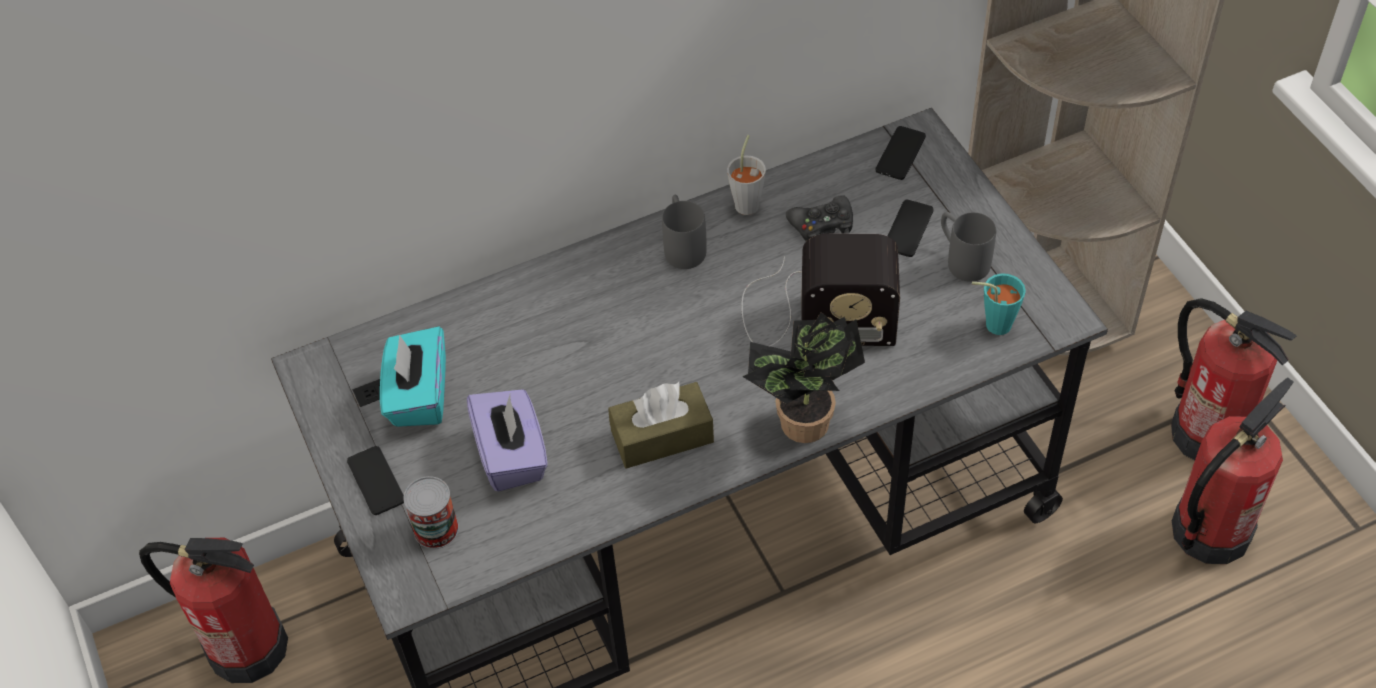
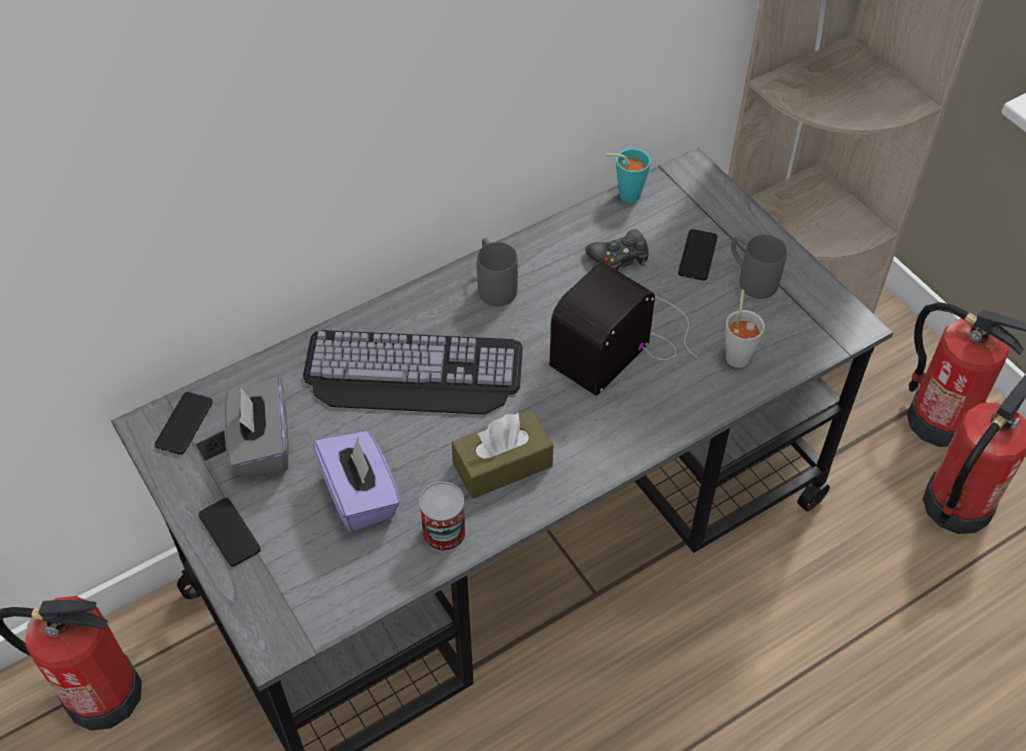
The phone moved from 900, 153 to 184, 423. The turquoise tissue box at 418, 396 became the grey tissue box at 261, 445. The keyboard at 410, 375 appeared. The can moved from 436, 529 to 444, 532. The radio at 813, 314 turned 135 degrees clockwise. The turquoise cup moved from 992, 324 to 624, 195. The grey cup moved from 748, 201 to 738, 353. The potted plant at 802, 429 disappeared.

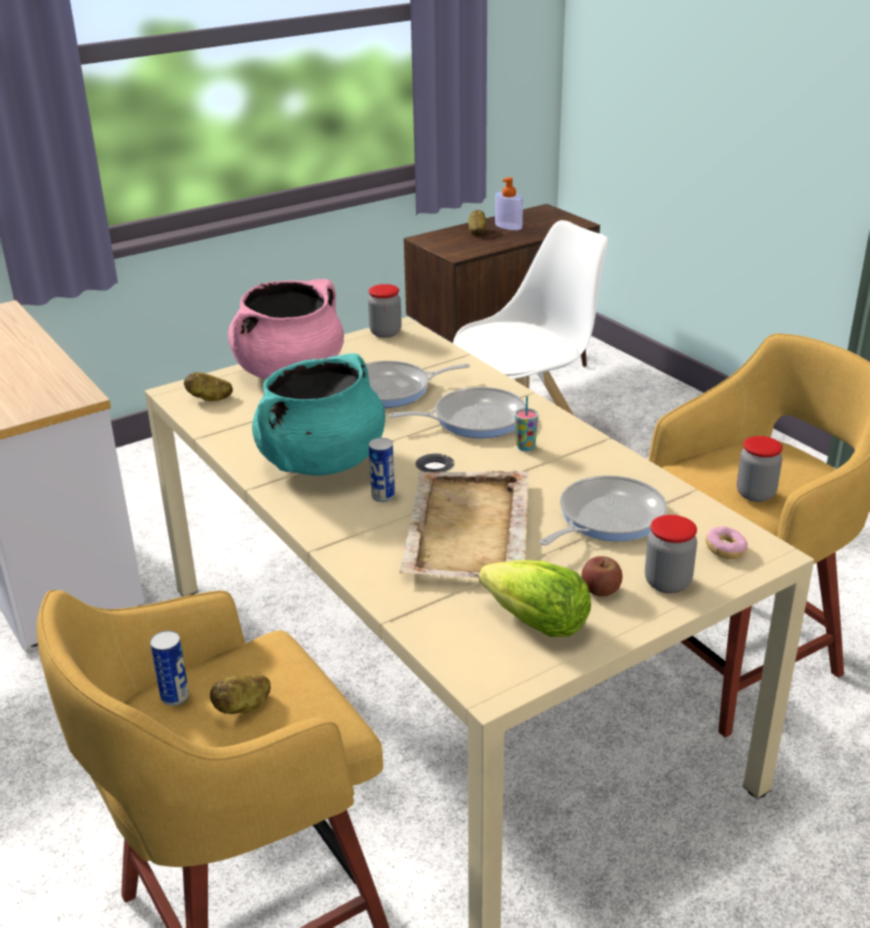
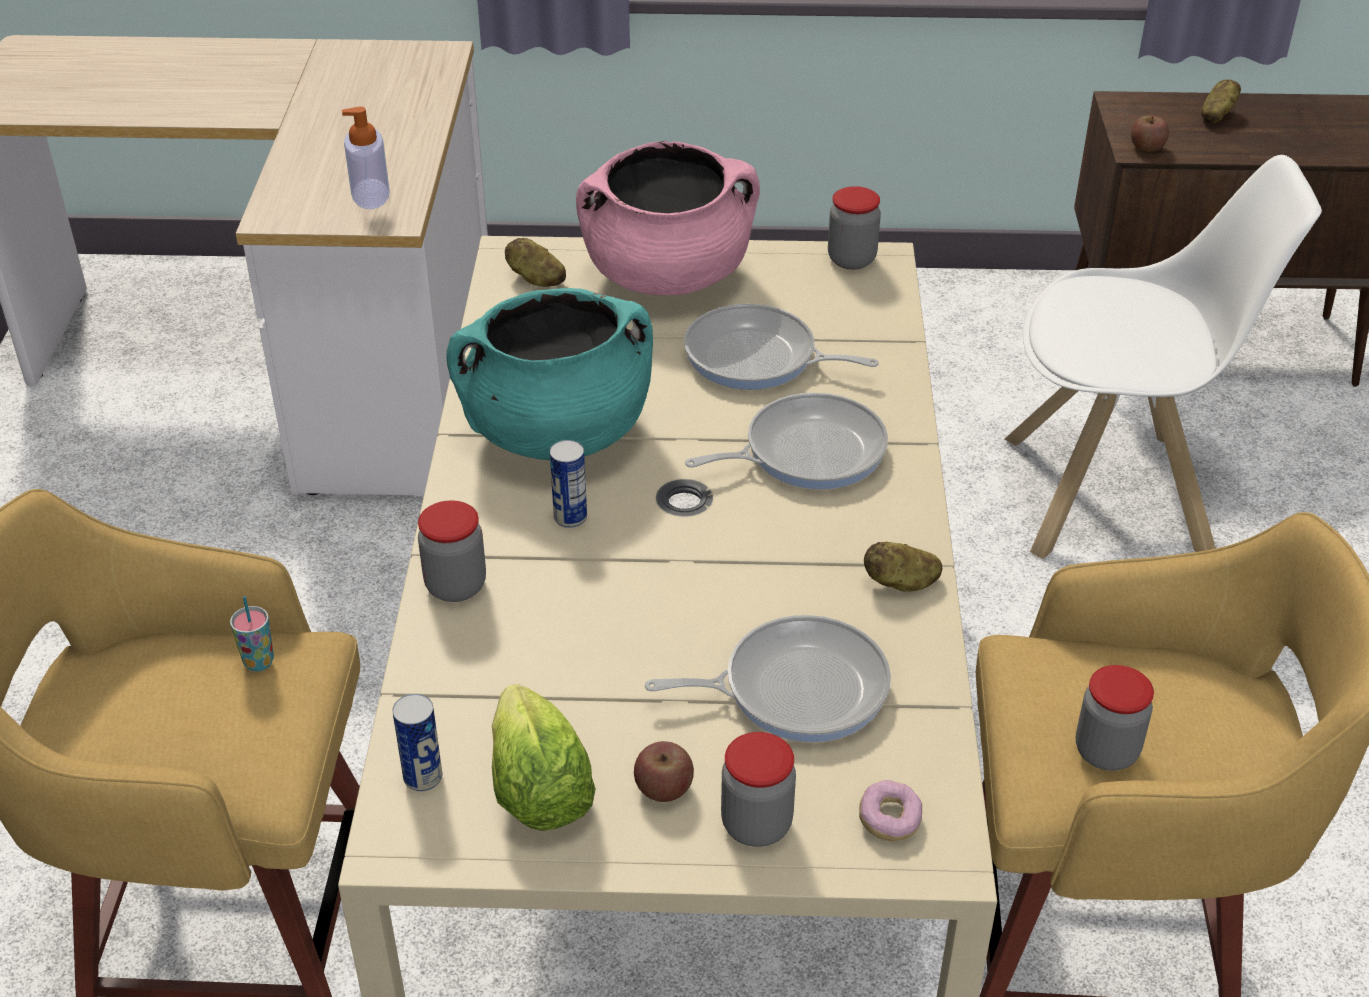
The cup moved from 525, 447 to 259, 662. The soap dispenser moved from 508, 226 to 370, 194. The can moved from 175, 697 to 423, 777. The jar at 456, 586 appeared. The frying pan at 474, 419 turned 45 degrees counterclockwise. The potato moved from 243, 707 to 901, 583. The apple at 1147, 147 appeared. The beige tray at 467, 530 disappeared.

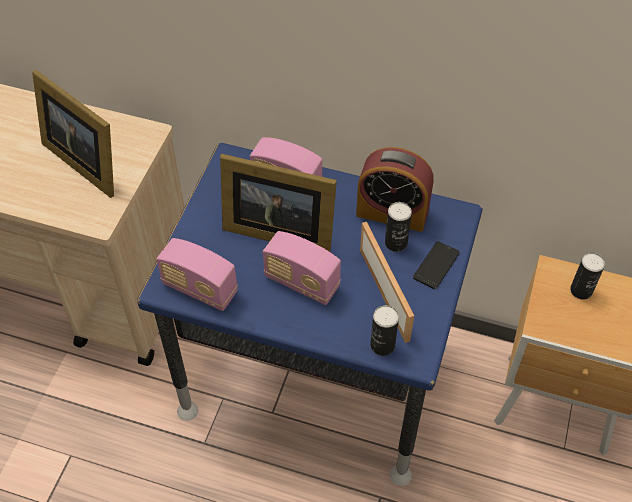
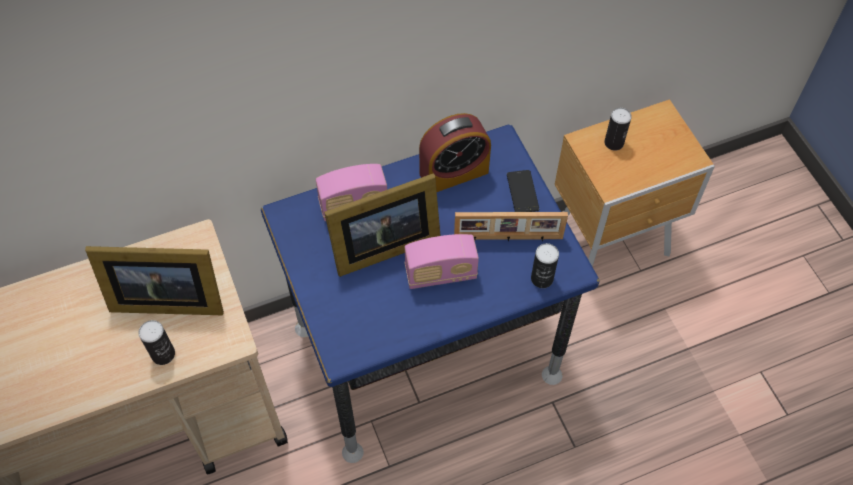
The can moved from 396, 243 to 163, 354. The picture frame at 385, 294 turned 150 degrees clockwise. The radio at 200, 289 disappeared.

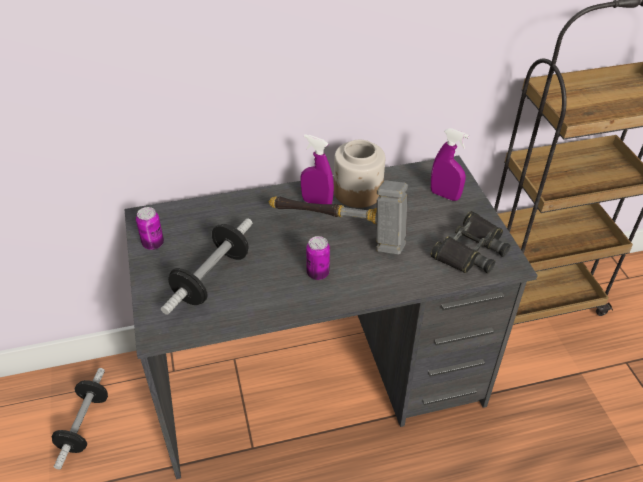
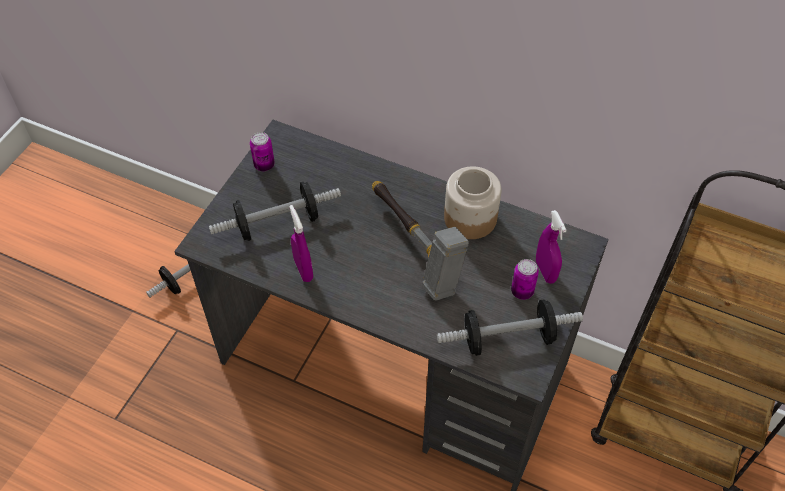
The purple spray bottle moved from 316, 203 to 303, 270. The black binoculars at 470, 250 was replaced by the dumbbell at 507, 338. The can moved from 318, 273 to 522, 291.

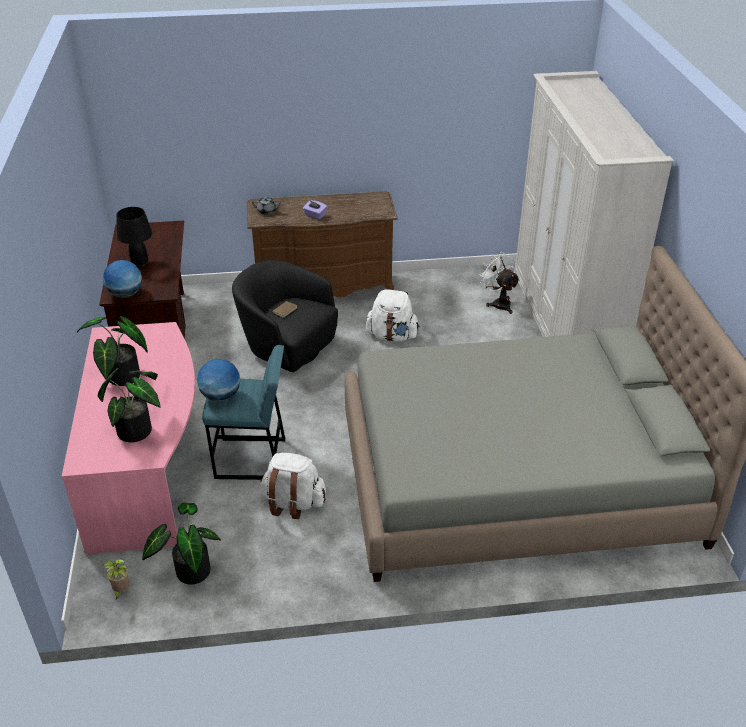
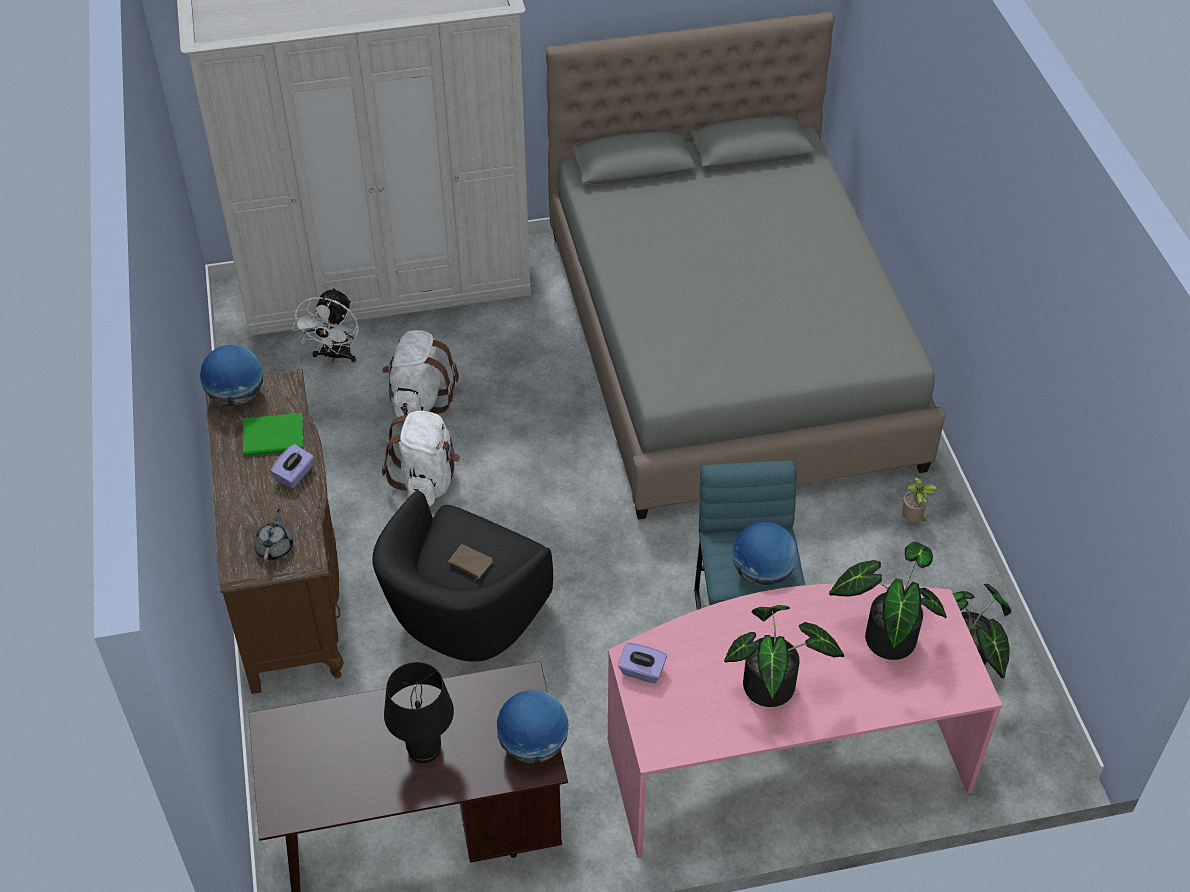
The globe at 237, 396 appeared. The green book at 275, 437 appeared. The white fan at 499, 303 turned 45 degrees counterclockwise. The white backpack moved from 293, 503 to 419, 400. The purple tissue box at 641, 671 appeared. The potted plant moved from 121, 591 to 912, 520.

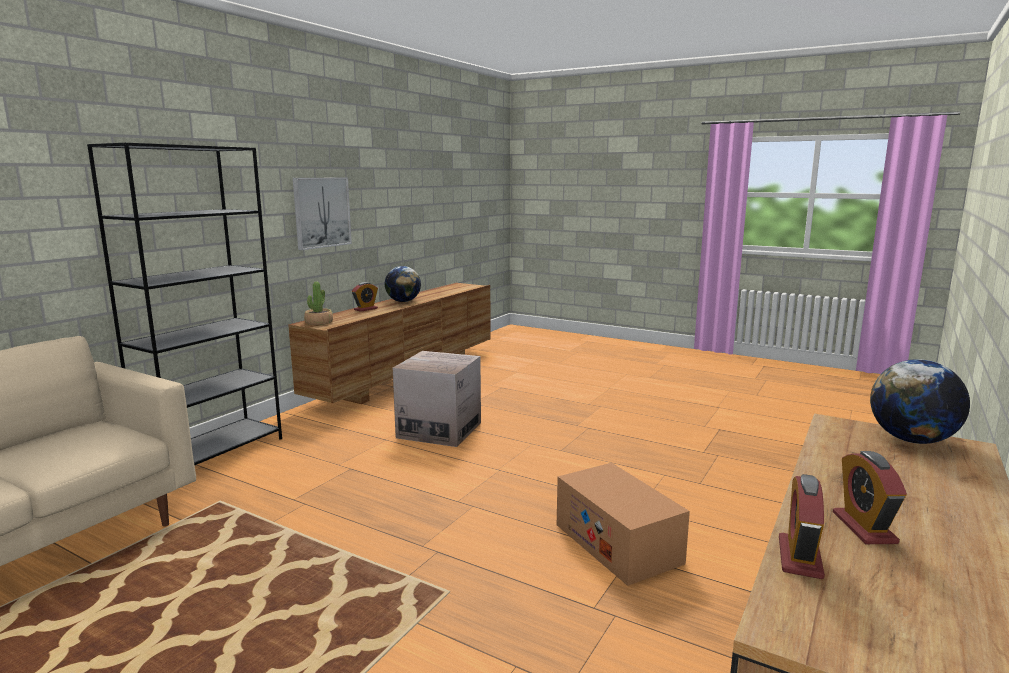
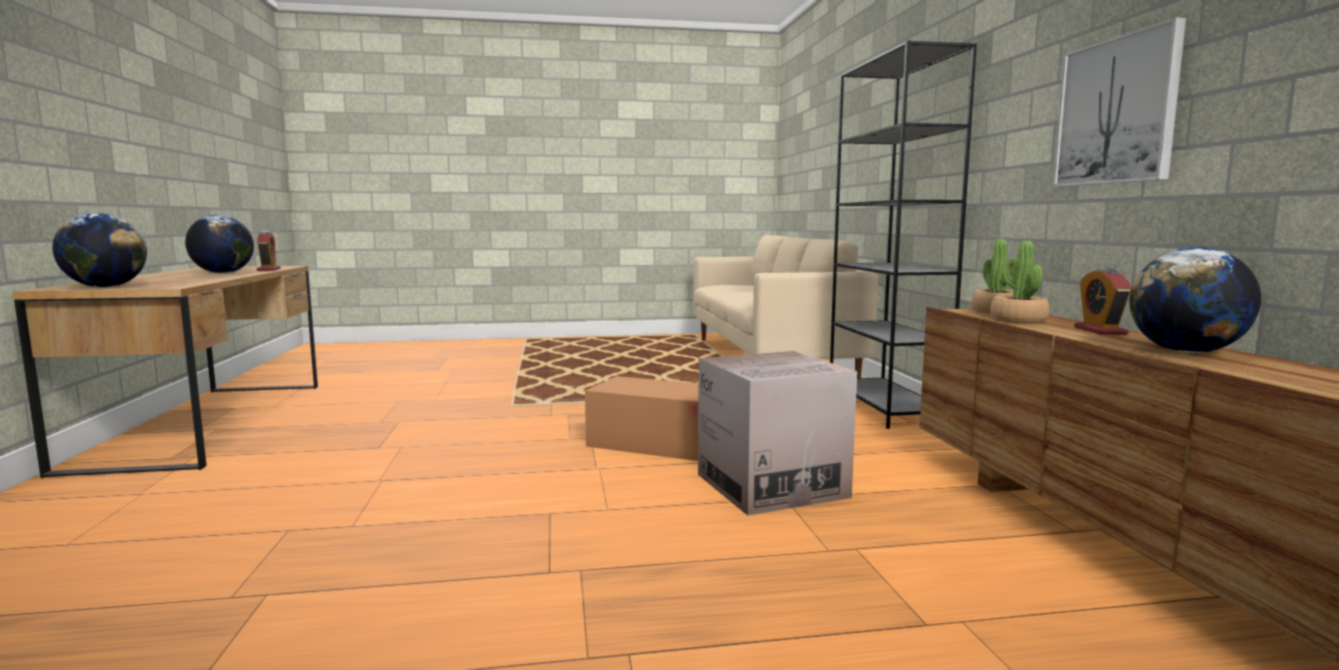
The alarm clock at 864, 528 was replaced by the globe at 223, 273. The cardboard box moved from 617, 543 to 655, 443. The potted plant at 1018, 320 appeared.

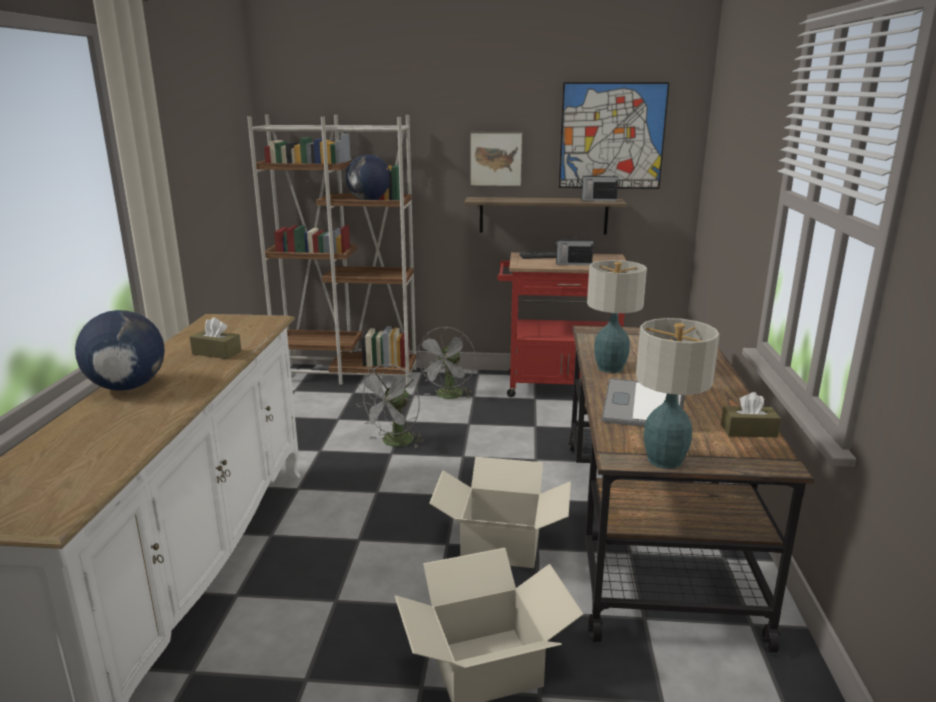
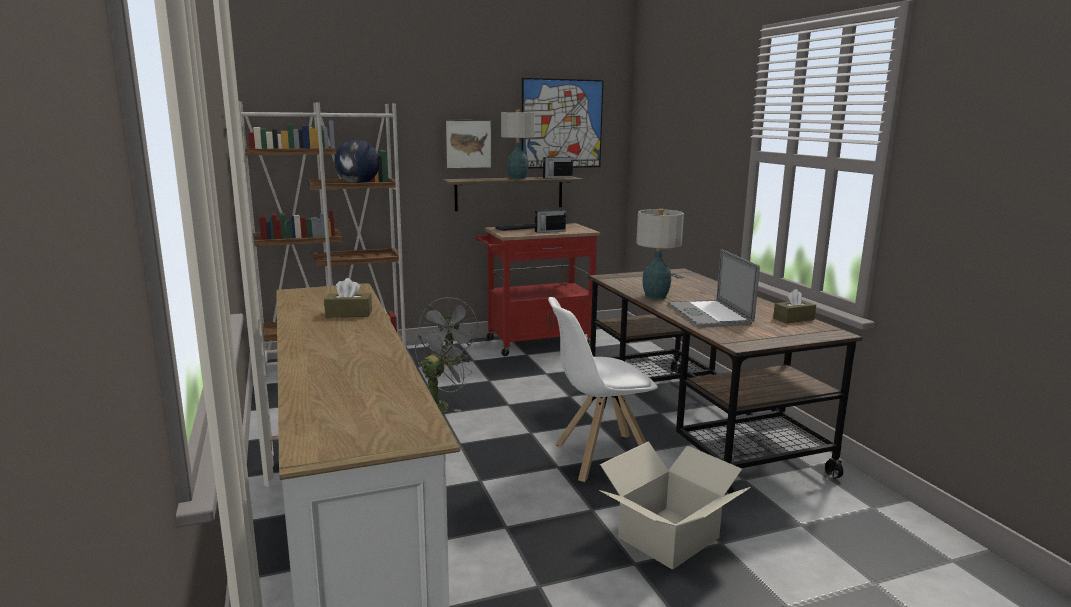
The grey fan at 394, 443 turned 150 degrees counterclockwise. The table lamp moved from 665, 461 to 517, 178. The cardboard box at 500, 544 was replaced by the white chair at 599, 457. The globe at 127, 387 disappeared.

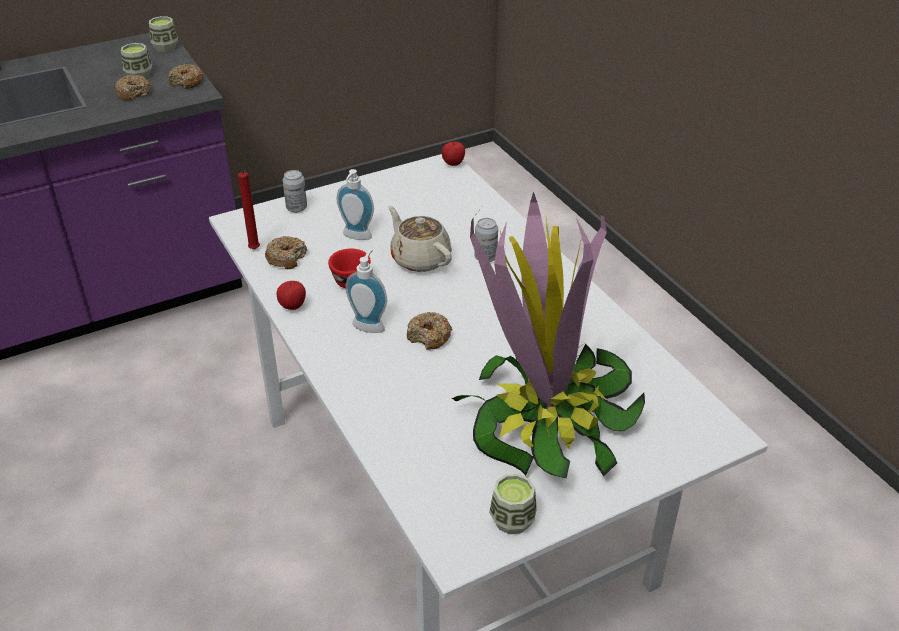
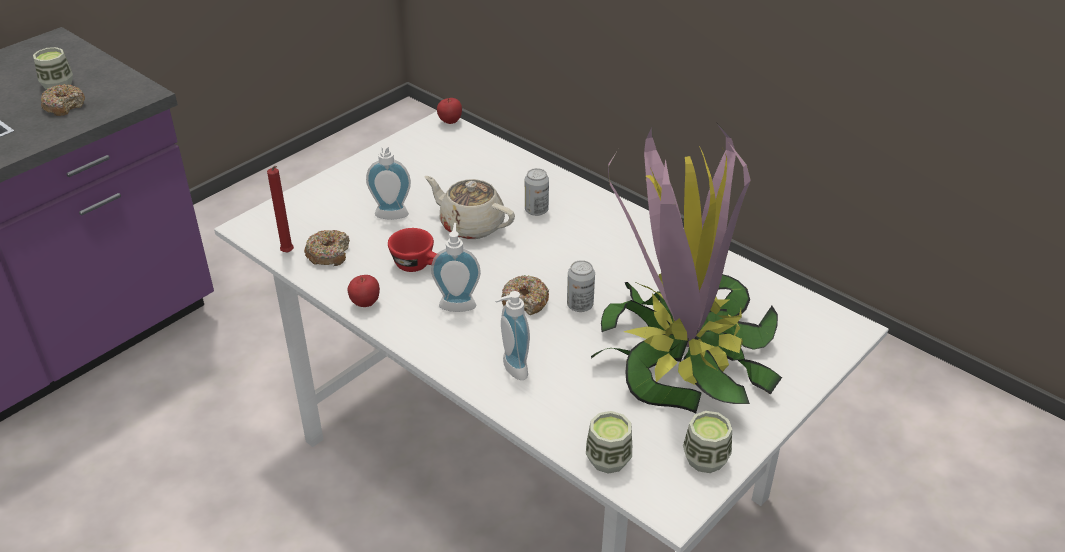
The soap dispenser at 511, 369 appeared. The can moved from 296, 208 to 580, 305. The cup moved from 165, 47 to 608, 459. The donut at 187, 82 disappeared.

